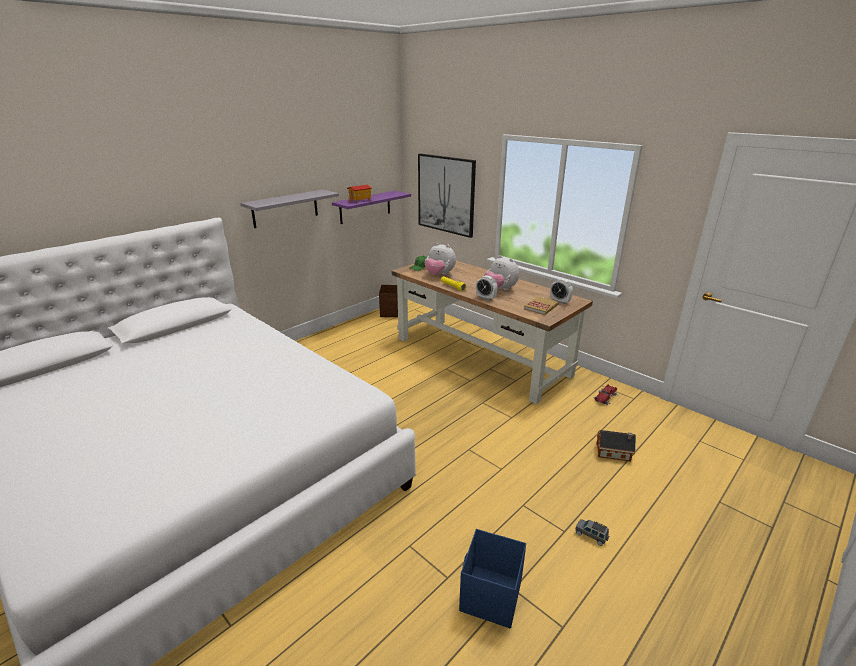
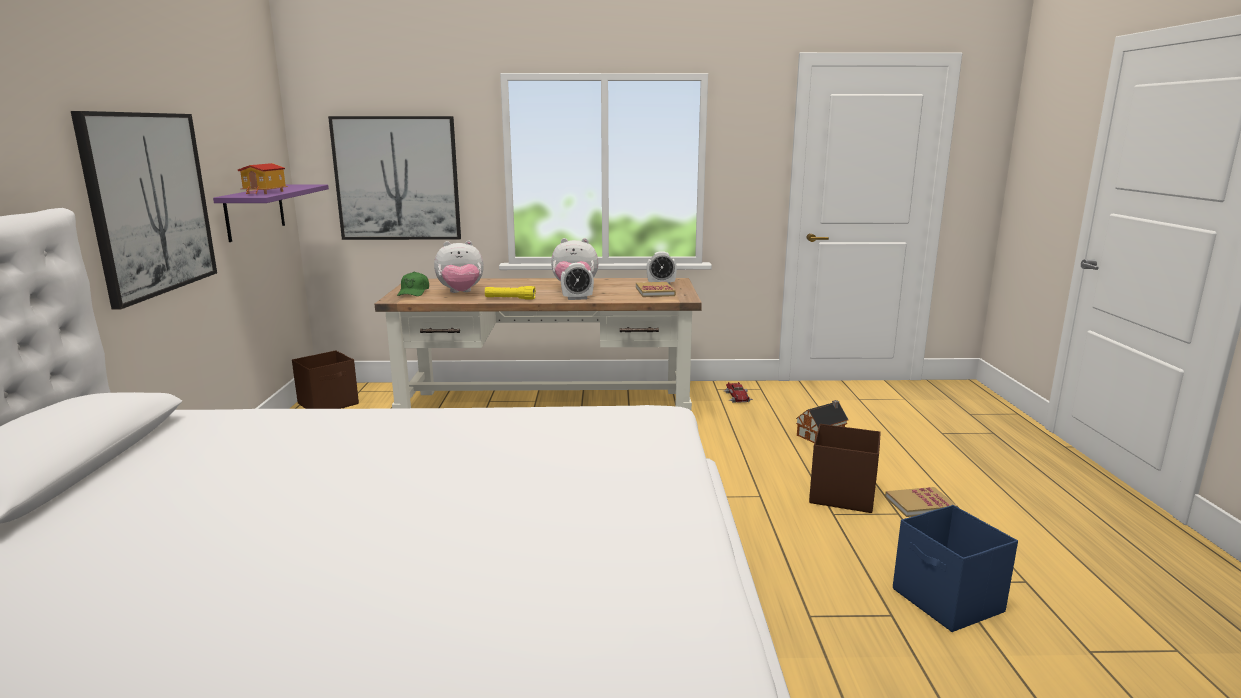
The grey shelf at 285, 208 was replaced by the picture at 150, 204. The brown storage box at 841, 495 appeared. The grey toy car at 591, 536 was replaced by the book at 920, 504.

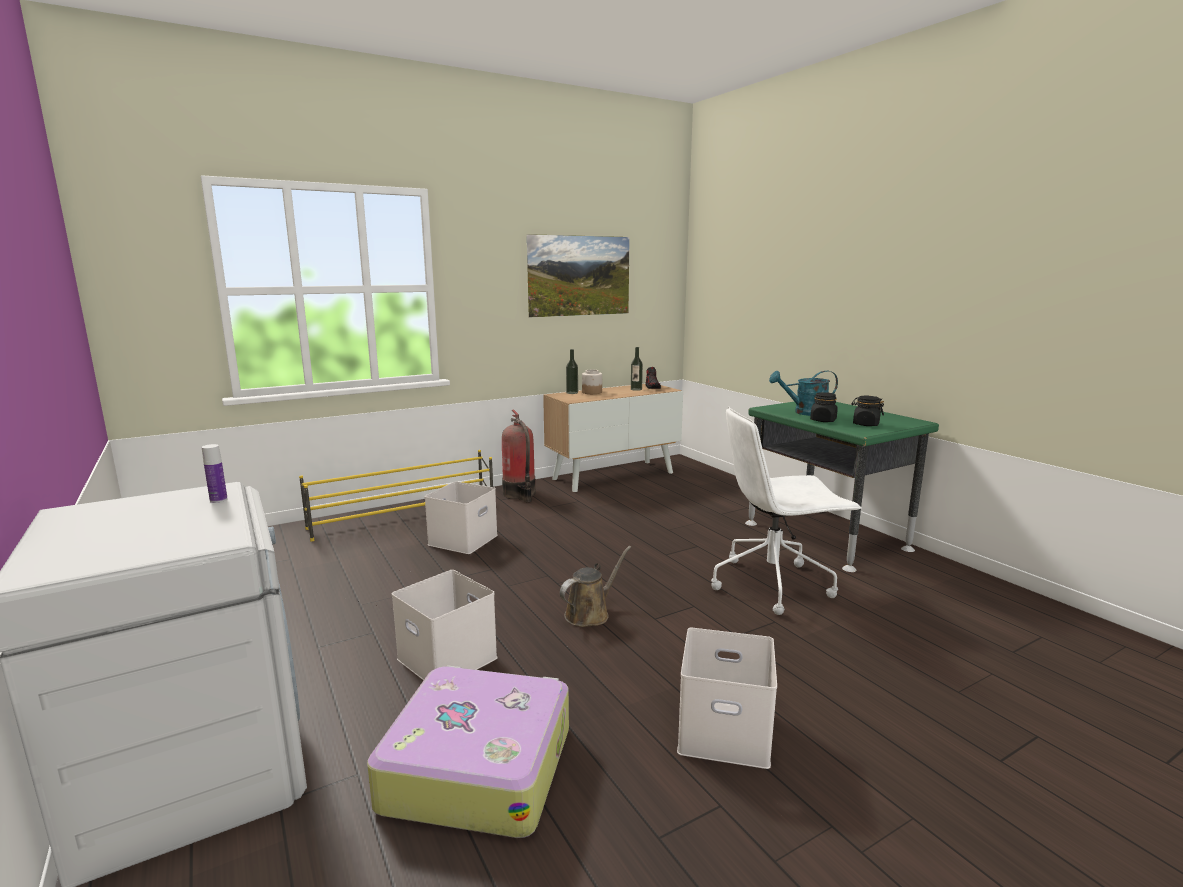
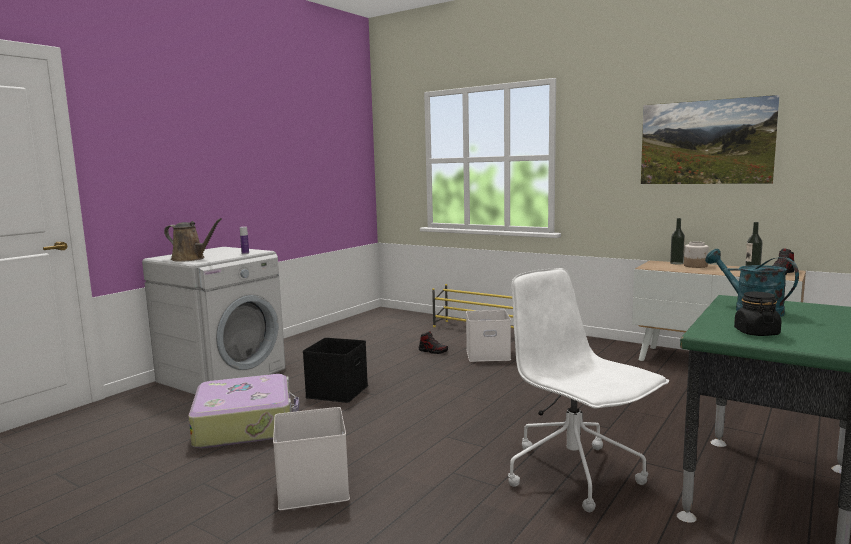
The brown watering can moved from 590, 614 to 191, 259. The white storage box at 445, 658 became the black storage box at 337, 391. The shoe at 433, 351 appeared. The fire extinguisher at 520, 494 disappeared. The black jar at 823, 420 disappeared.

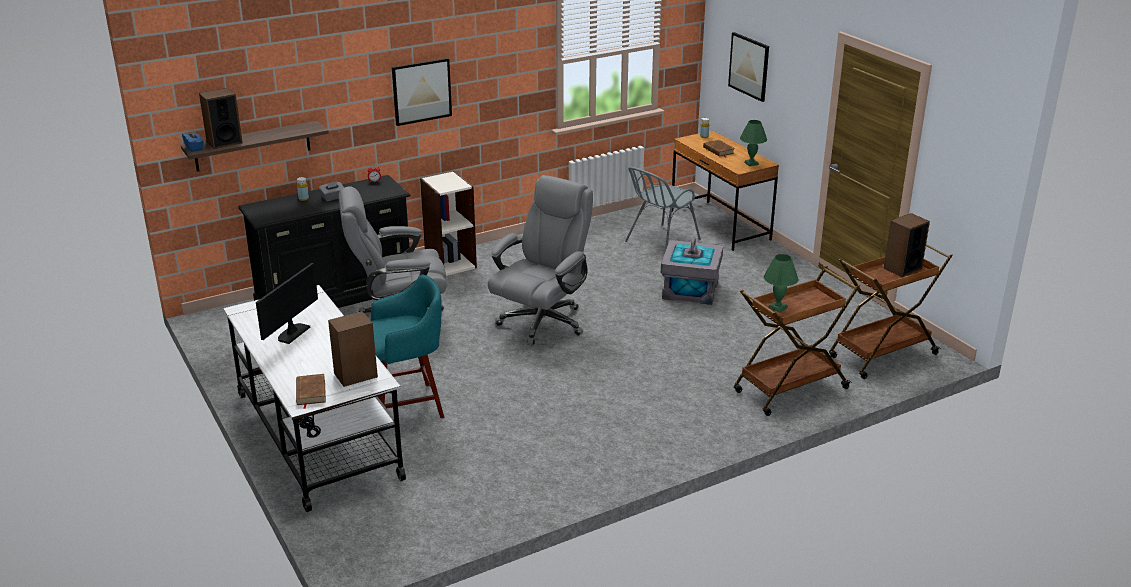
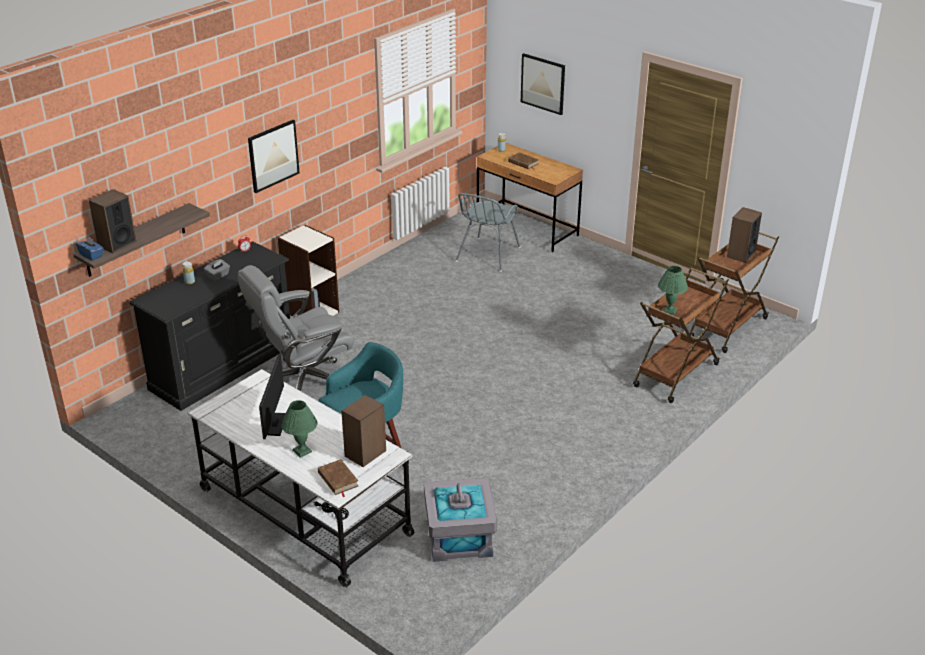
The green table lamp moved from 751, 163 to 302, 451. The grey storage box moved from 690, 290 to 460, 538. The grey office chair at 542, 323 disappeared.

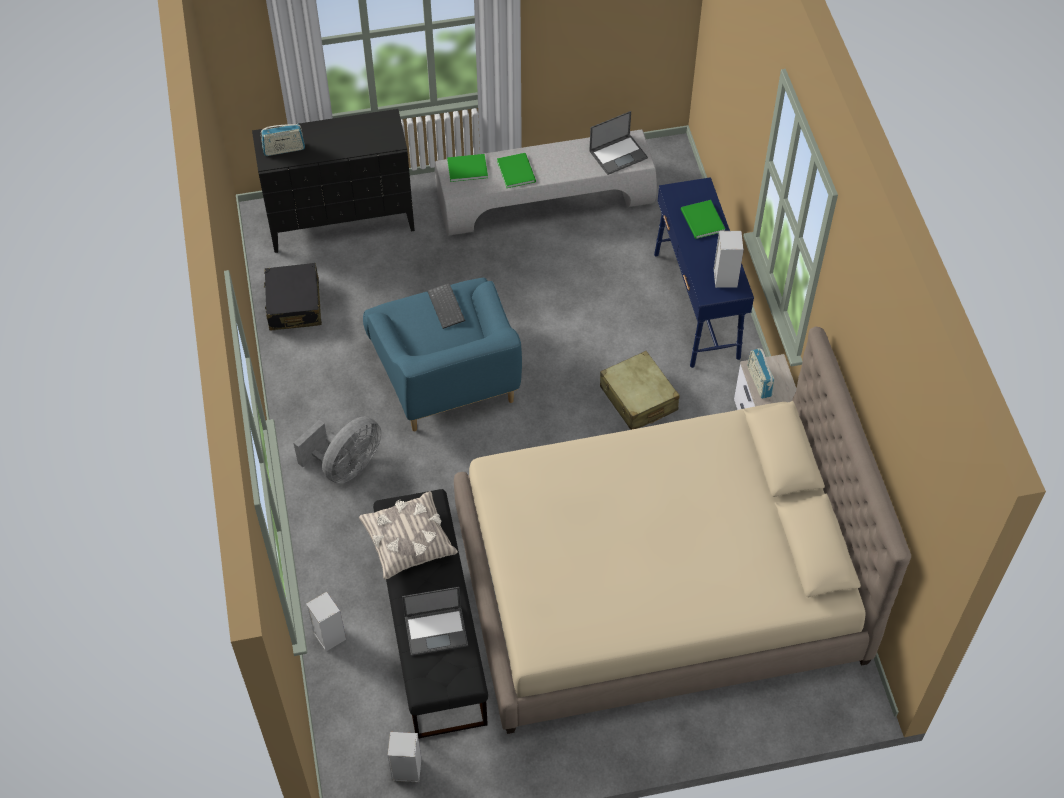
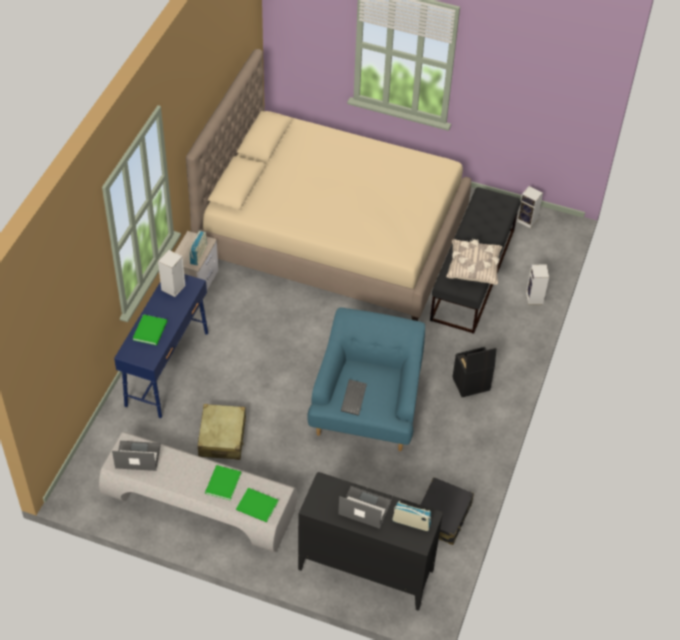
The beige suitcase moved from 638, 399 to 222, 437. The laptop moved from 437, 630 to 364, 507. The grey fan at 346, 466 was replaced by the black storage box at 470, 384.

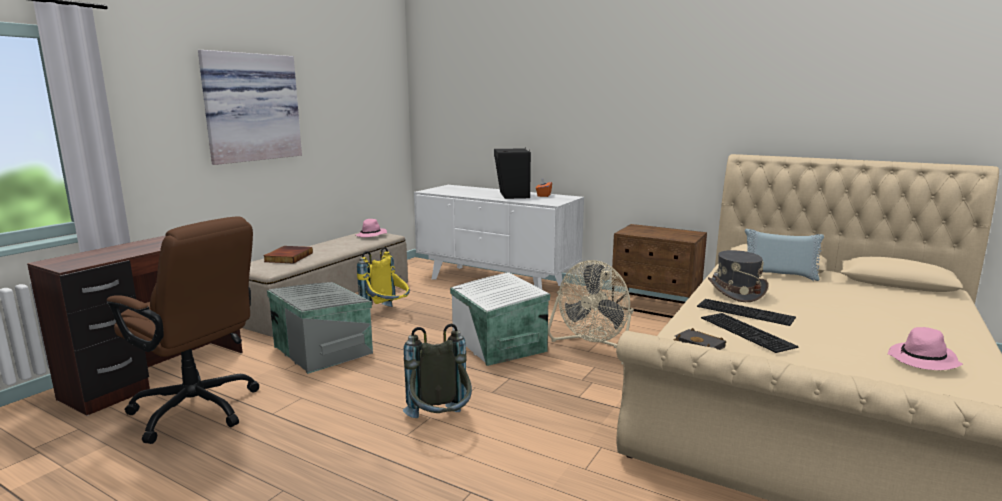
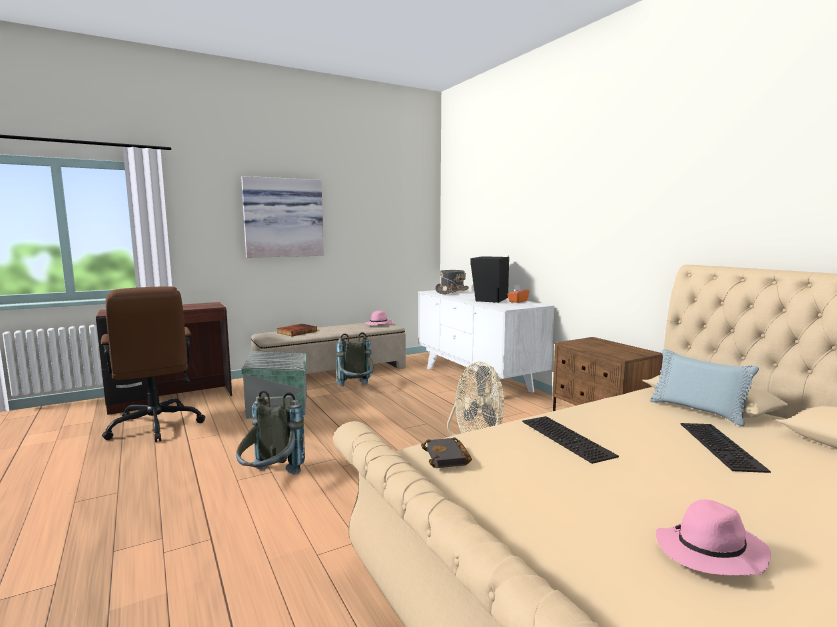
The yellow backpack at 387, 314 became the grey backpack at 356, 388. The grey hat moved from 736, 291 to 451, 292. The keyboard moved from 748, 332 to 723, 446. The white storage box at 497, 344 disappeared.

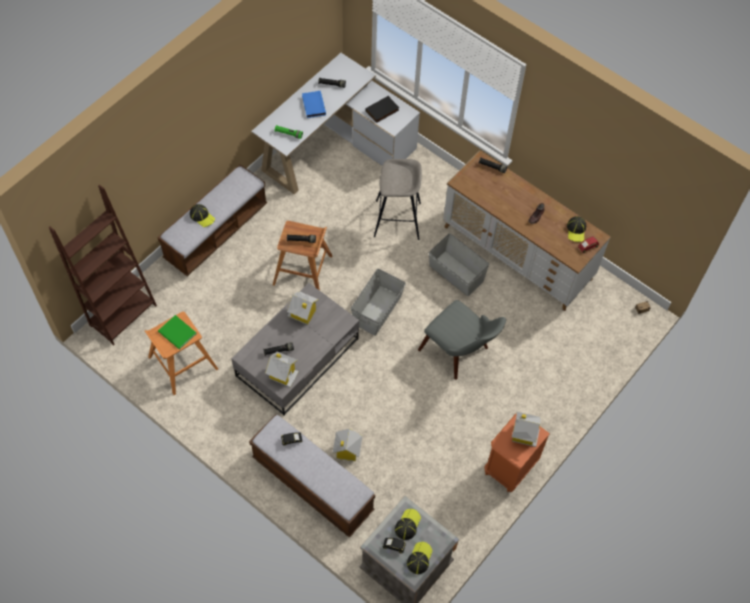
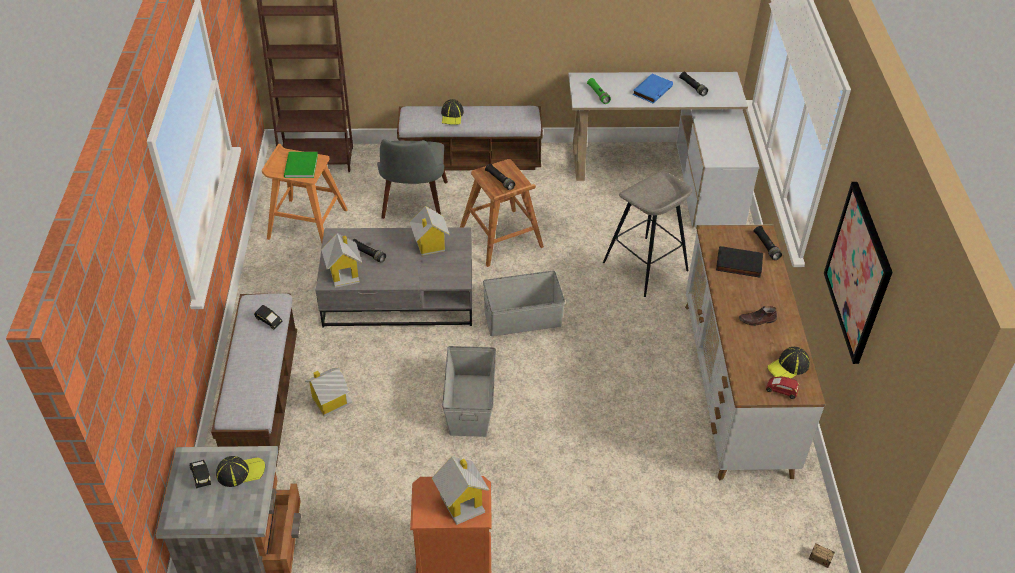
The grey chair moved from 460, 353 to 413, 206. The grey storage box moved from 456, 273 to 469, 405. The black book moved from 382, 111 to 738, 265. The picture at 858, 272 appeared. The cap at 419, 558 disappeared.

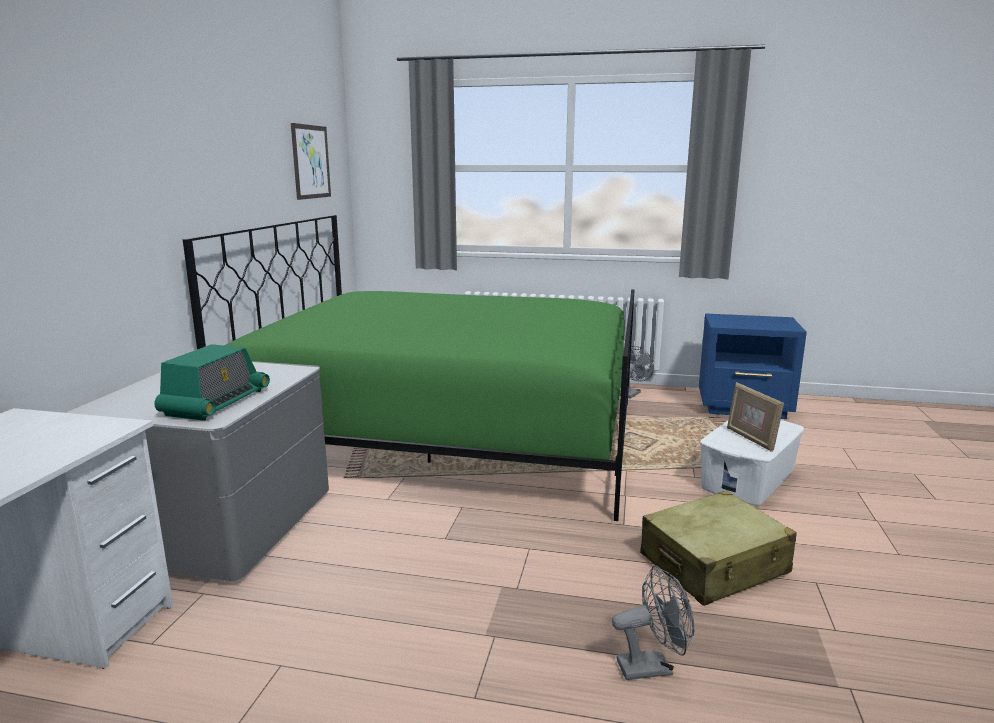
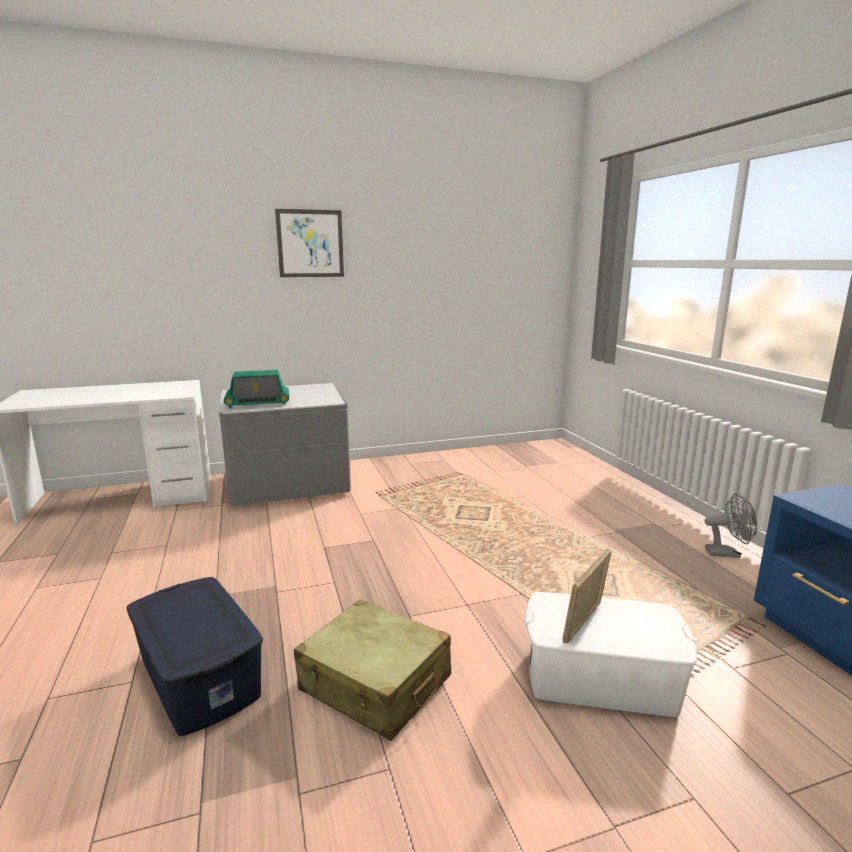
The grey fan at 652, 666 was replaced by the blue storage box at 200, 676. The picture moved from 311, 162 to 310, 243. The green bed at 447, 435 disappeared.

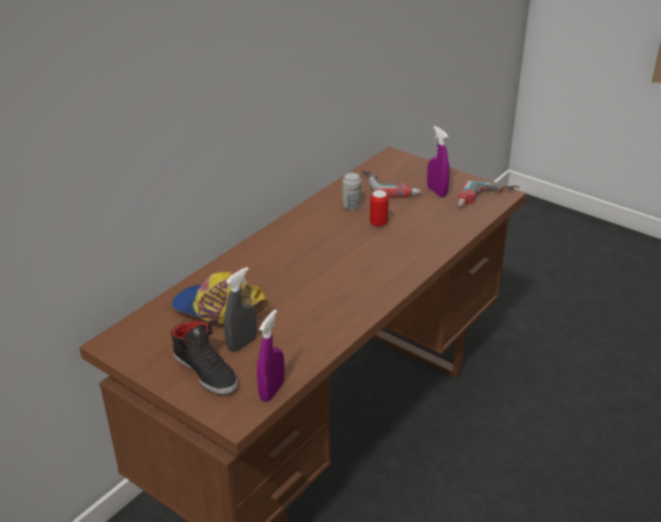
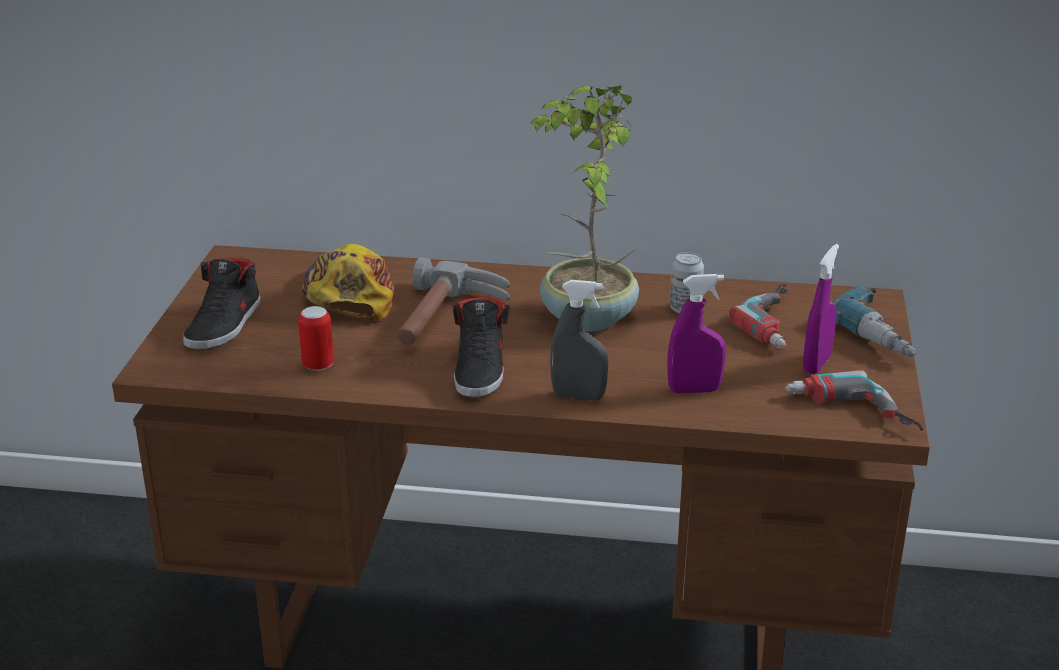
The can moved from 378, 223 to 318, 365. The hammer at 447, 319 appeared. The black shoe at 481, 369 appeared. The potted plant at 586, 318 appeared. The grey spray bottle moved from 242, 344 to 578, 396. The purple spray bottle moved from 272, 391 to 694, 390. The power drill at 883, 333 appeared.

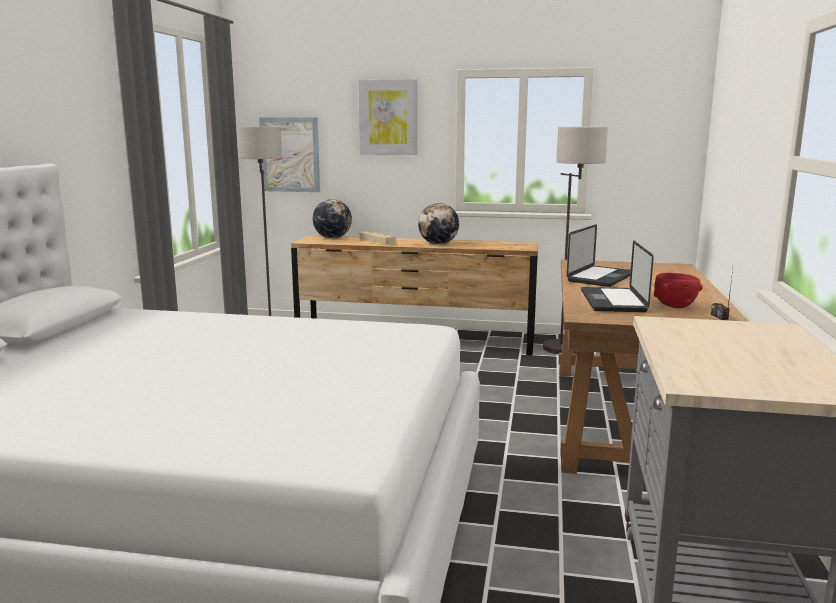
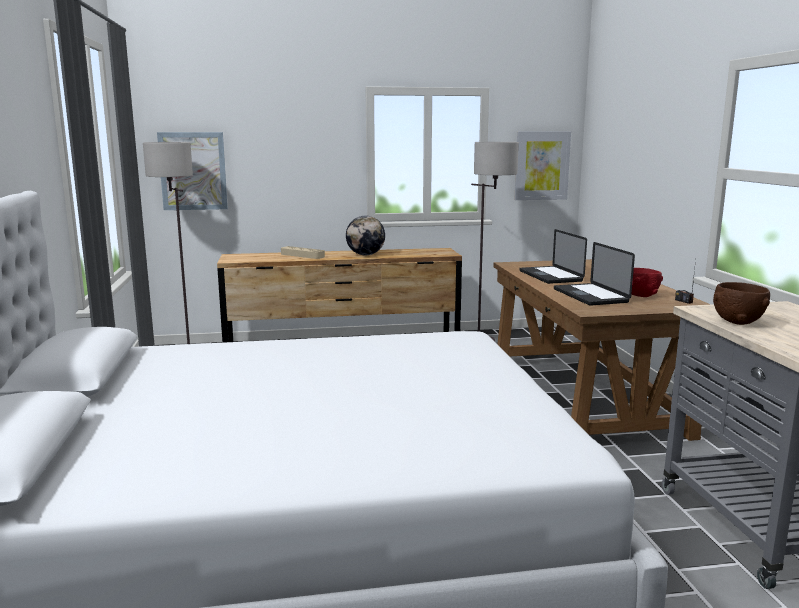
The picture moved from 388, 117 to 542, 165. The laptop at 601, 277 turned 150 degrees clockwise. The brown bowl at 738, 322 appeared. The globe at 332, 238 disappeared.

